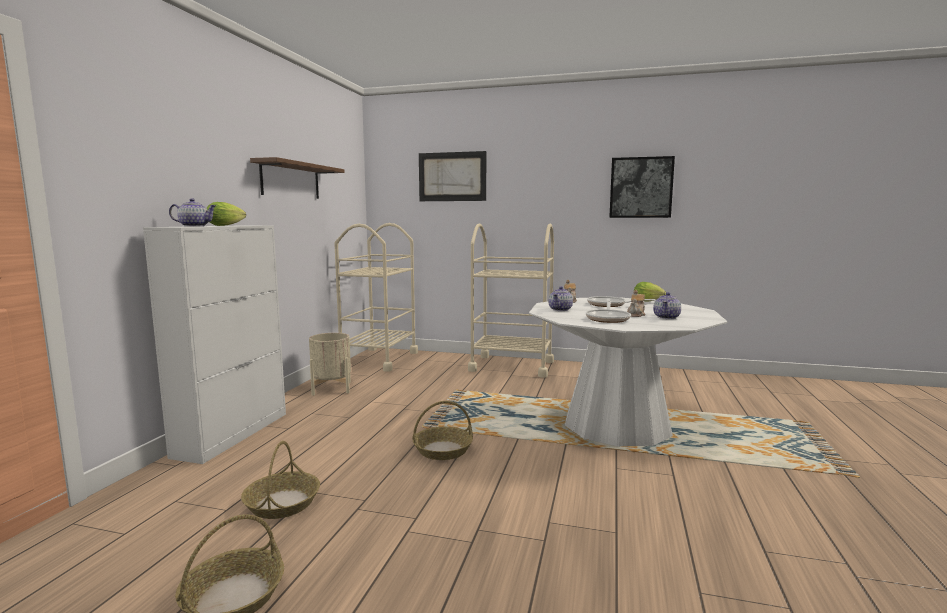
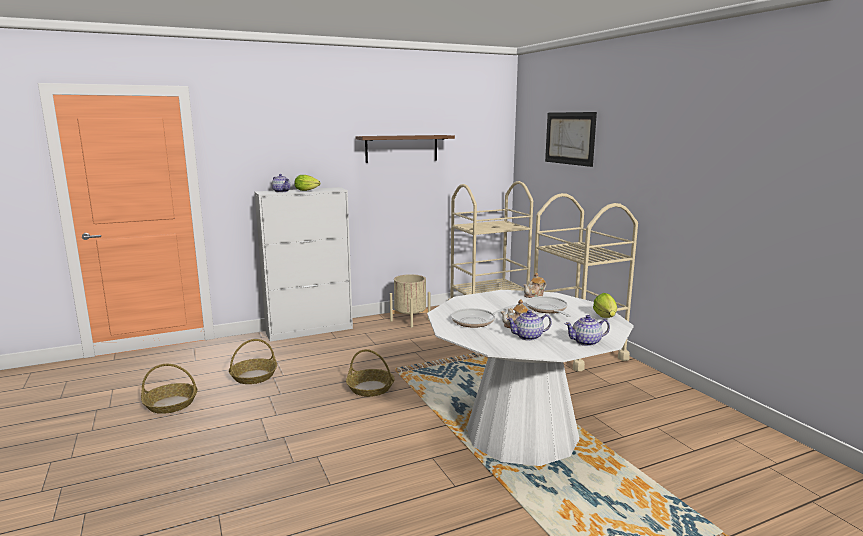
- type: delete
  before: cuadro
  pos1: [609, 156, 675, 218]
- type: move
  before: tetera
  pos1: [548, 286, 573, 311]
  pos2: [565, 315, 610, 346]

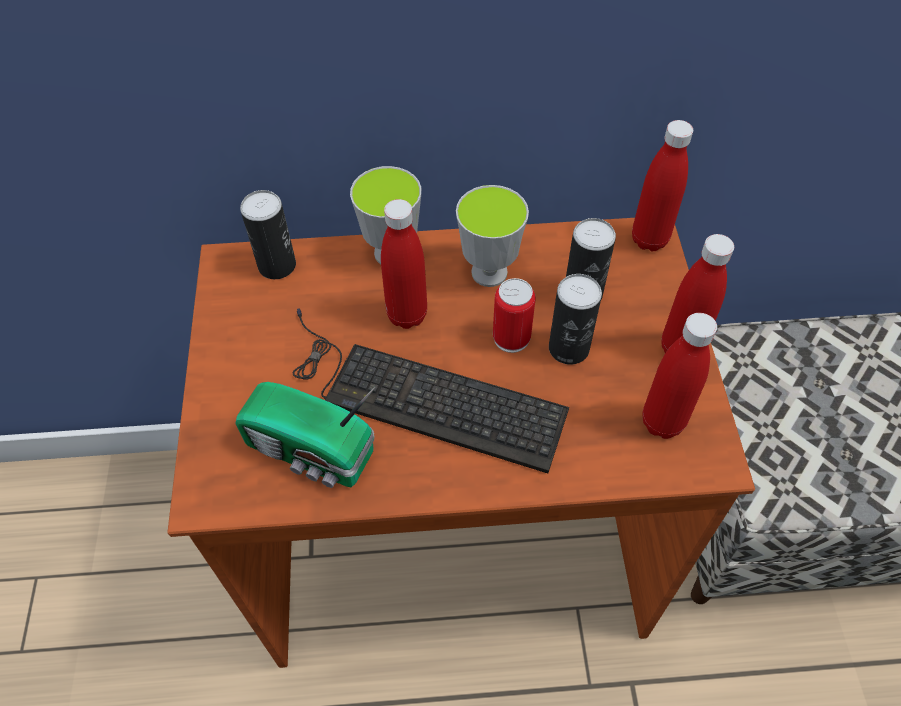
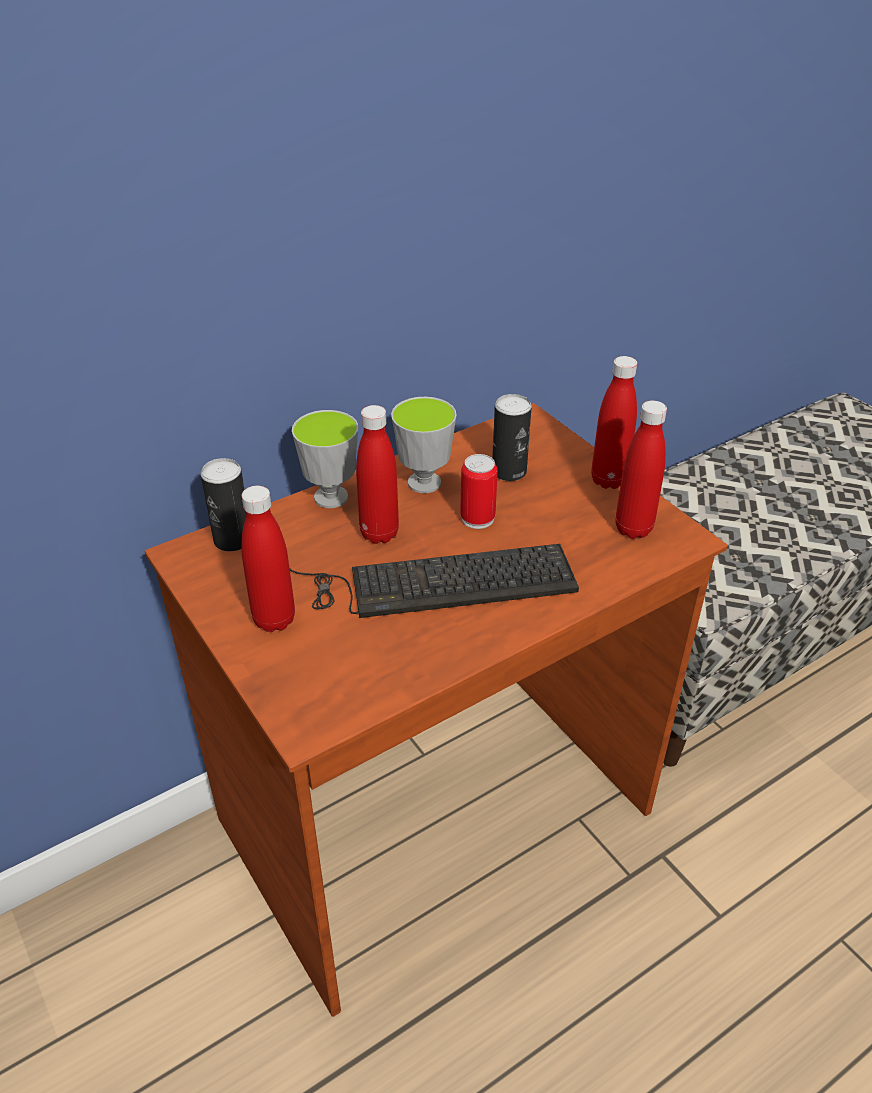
- type: delete
  before: radio
  pos1: [235, 382, 375, 488]
- type: delete
  before: lata
  pos1: [549, 274, 602, 364]
- type: move
  before: botella (rojo)
  pos1: [632, 120, 693, 251]
  pos2: [241, 486, 295, 632]

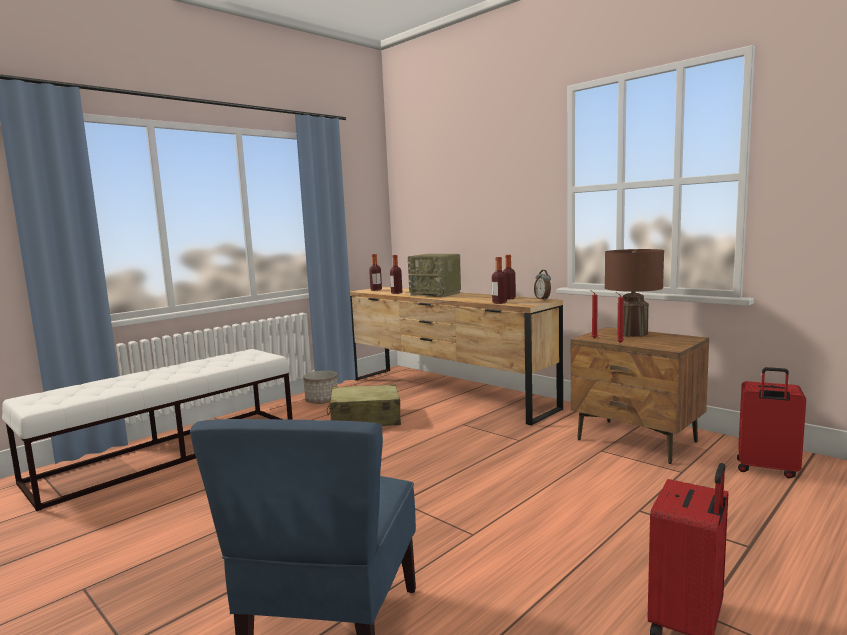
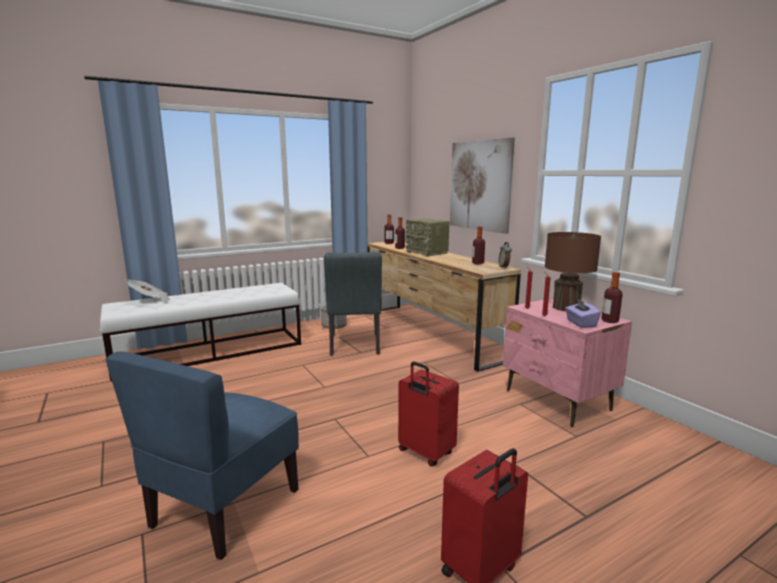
- type: insert
  after: periódico
  pos2: [125, 279, 171, 300]
- type: insert
  after: cuadro
  pos2: [450, 137, 515, 234]
- type: insert
  after: caja de pañuelos (morado)
  pos2: [565, 298, 601, 328]
- type: move
  before: botella
  pos1: [492, 257, 507, 304]
  pos2: [601, 272, 623, 323]
- type: move
  before: maleta (rojo)
  pos1: [737, 367, 806, 479]
  pos2: [398, 361, 459, 466]
- type: replace
  before: maleta (beis)
  after: silla (gris)
  pos1: [326, 384, 401, 426]
  pos2: [324, 252, 382, 356]
- type: recolor
  before: mesita de noche (marrón)
  after: mesita de noche (rosa)
  pos1: [571, 327, 709, 464]
  pos2: [503, 298, 632, 427]

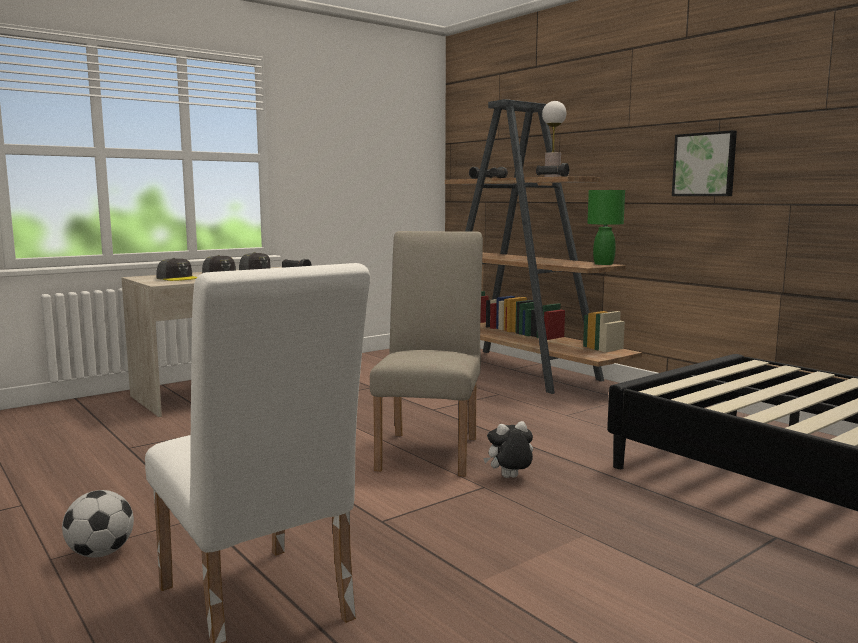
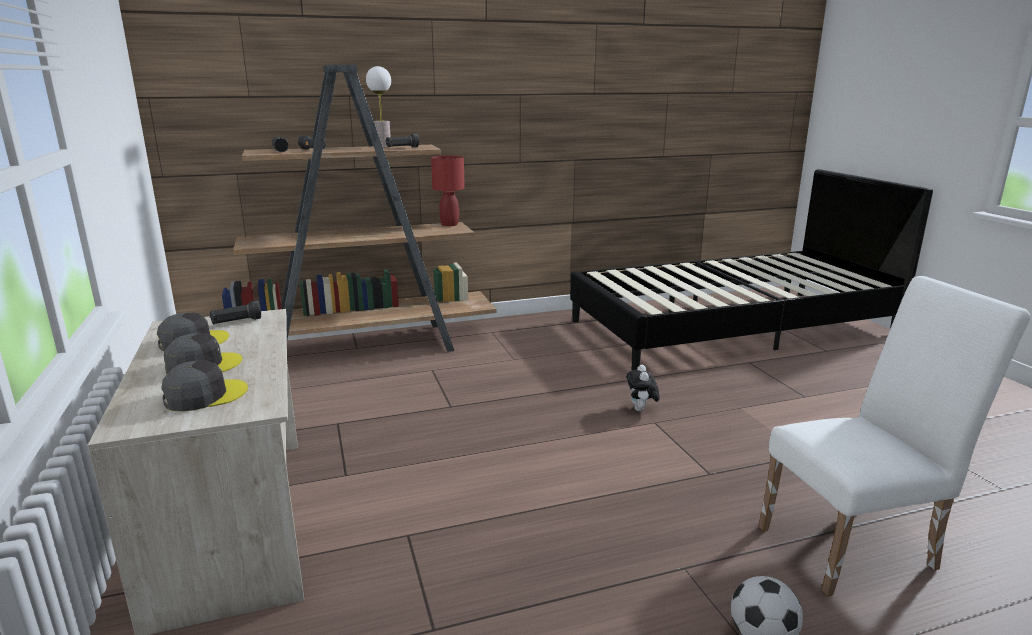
- type: delete
  before: silla (beis)
  pos1: [370, 231, 483, 477]
- type: delete
  before: cuadro
  pos1: [672, 130, 737, 196]
- type: recolor
  before: lámpara de mesa (verde)
  after: lámpara de mesa (rojo)
  pos1: [587, 190, 625, 265]
  pos2: [431, 156, 465, 226]

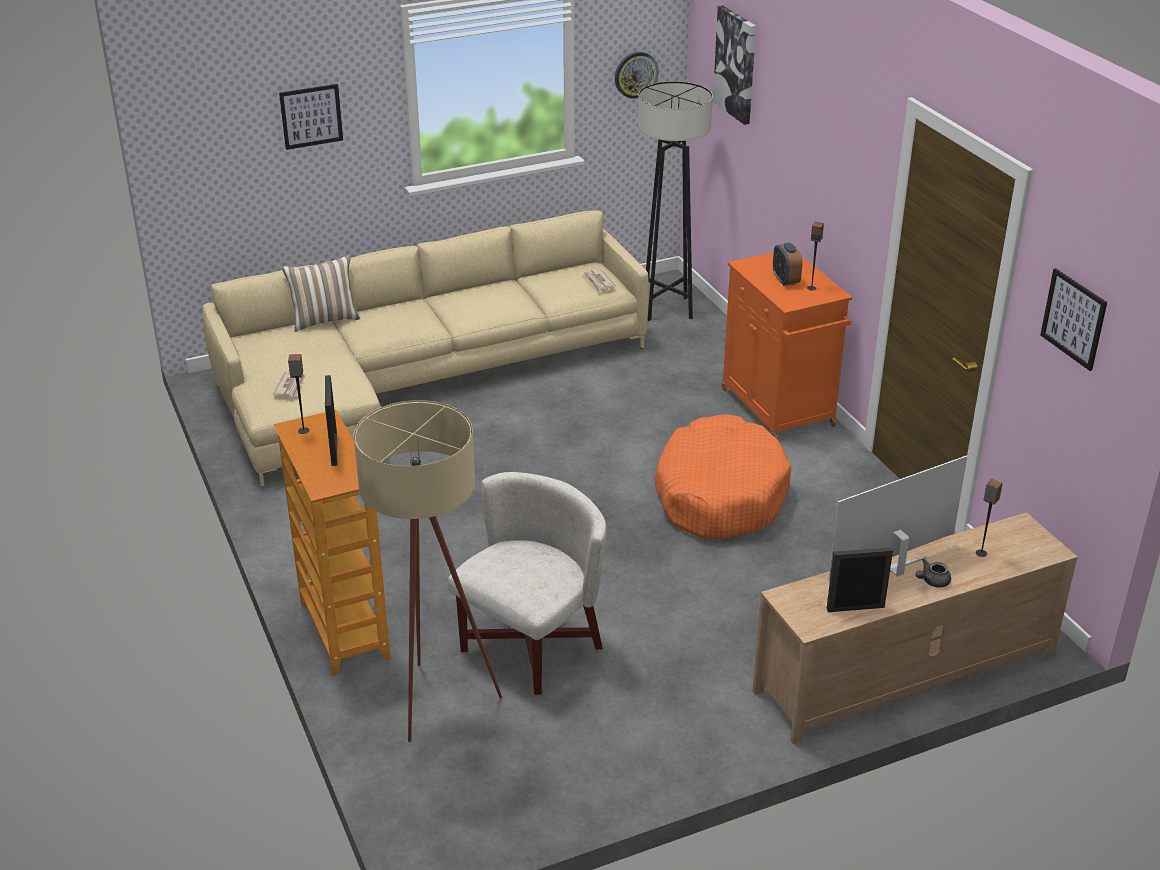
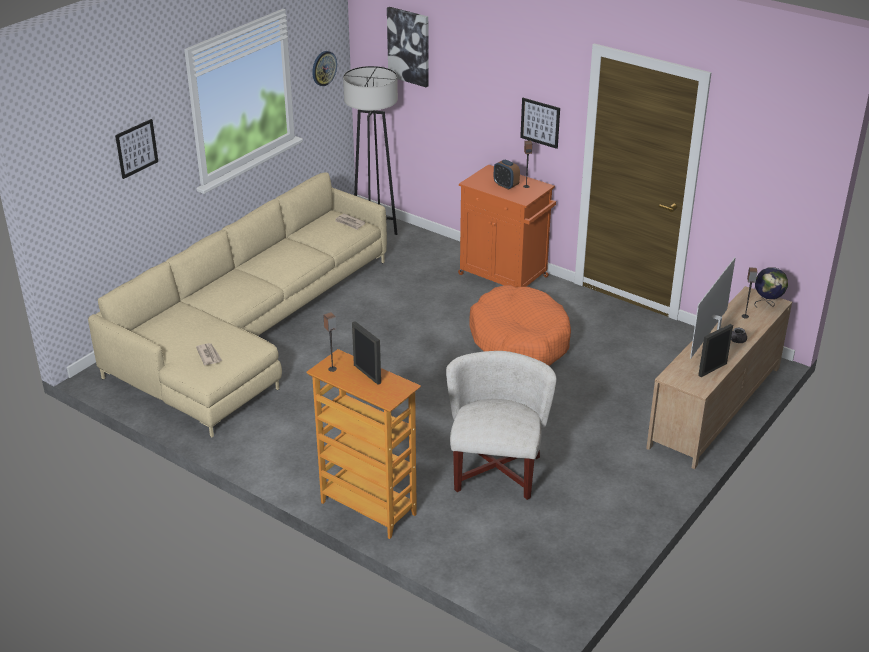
- type: delete
  before: cojín
  pos1: [282, 255, 360, 332]
- type: delete
  before: lámpara de pie (beis)
  pos1: [354, 400, 502, 742]
- type: insert
  after: globo terráqueo
  pos2: [754, 267, 788, 307]
- type: move
  before: cuadro
  pos1: [1040, 268, 1107, 371]
  pos2: [520, 98, 560, 149]

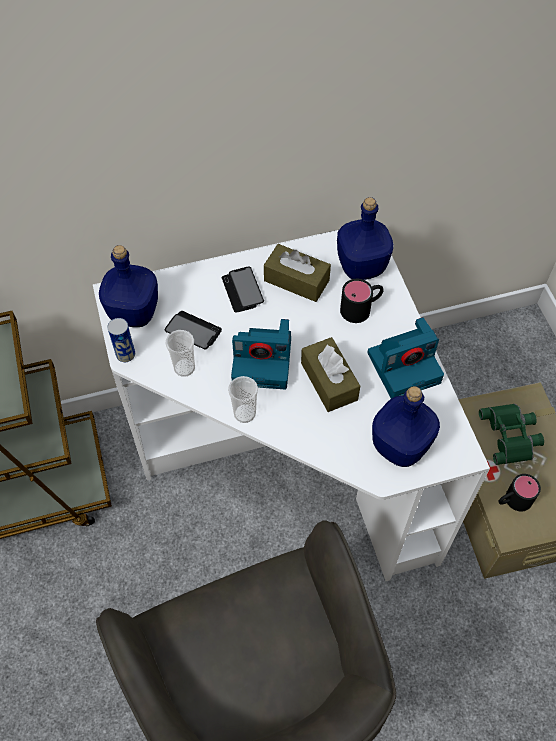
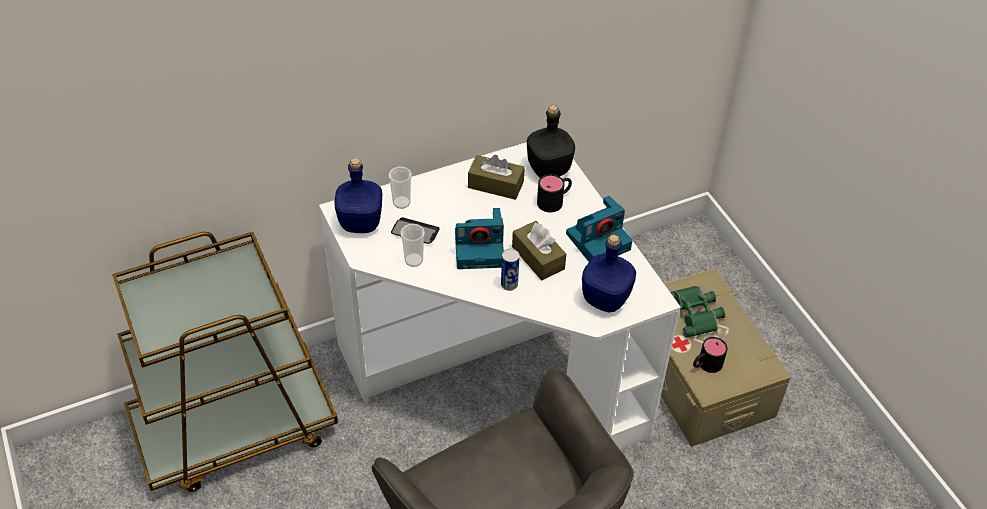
- type: delete
  before: móvil
  pos1: [222, 267, 264, 313]
- type: move
  before: lata
  pos1: [107, 318, 135, 362]
  pos2: [501, 249, 520, 291]
- type: move
  before: taza
  pos1: [228, 376, 258, 423]
  pos2: [389, 167, 412, 209]
- type: recolor
  before: botella (azul)
  after: botella (negro)
  pos1: [337, 197, 393, 280]
  pos2: [527, 105, 575, 178]

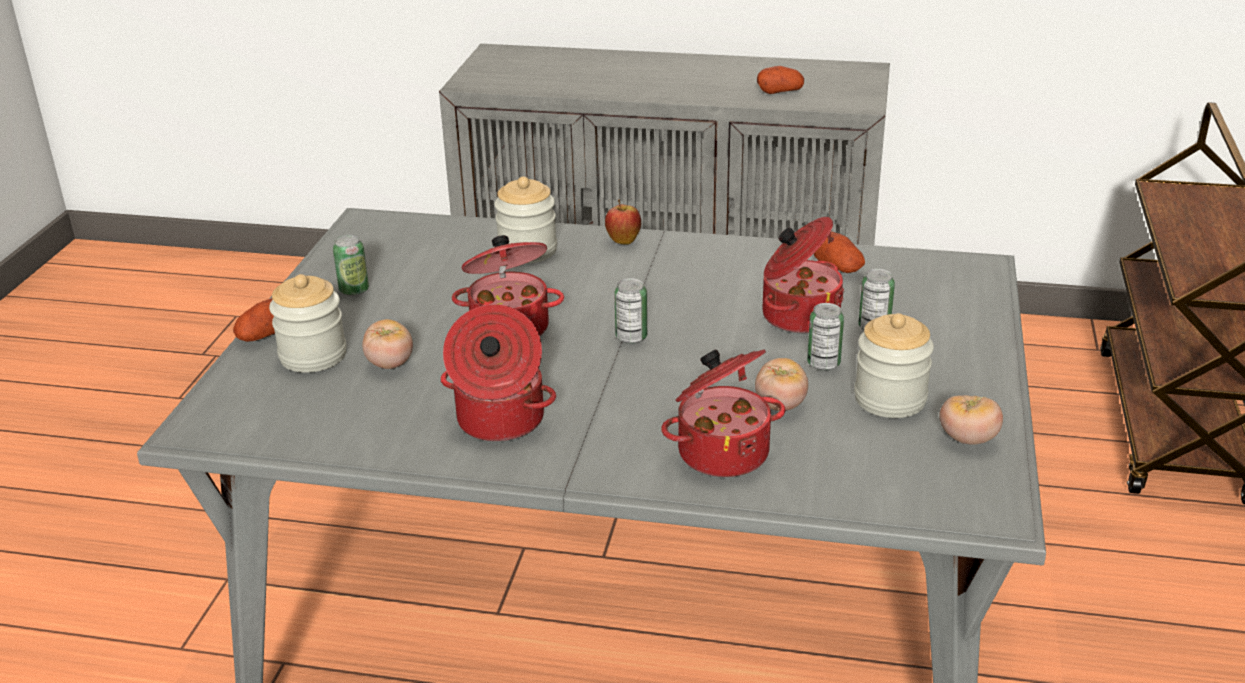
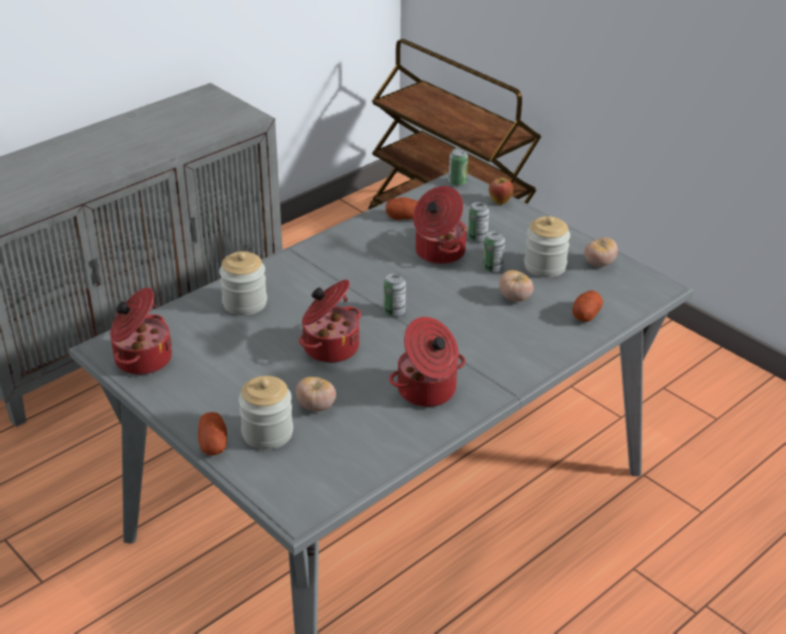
- type: move
  before: lata
  pos1: [333, 235, 369, 296]
  pos2: [449, 148, 468, 186]
- type: move
  before: manzana
  pos1: [605, 199, 641, 245]
  pos2: [489, 176, 514, 204]
- type: move
  before: olla
  pos1: [661, 349, 785, 477]
  pos2: [110, 288, 172, 375]
- type: move
  before: patata
  pos1: [757, 66, 804, 94]
  pos2: [572, 290, 603, 322]

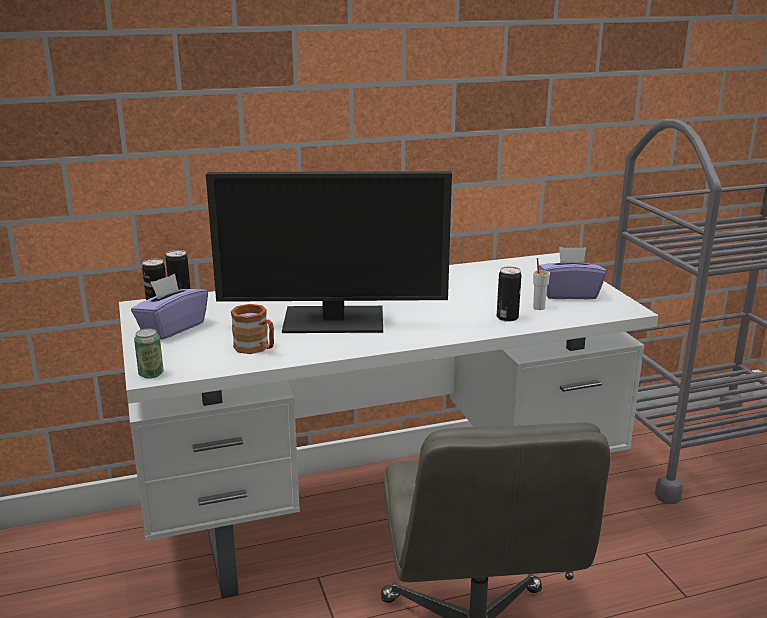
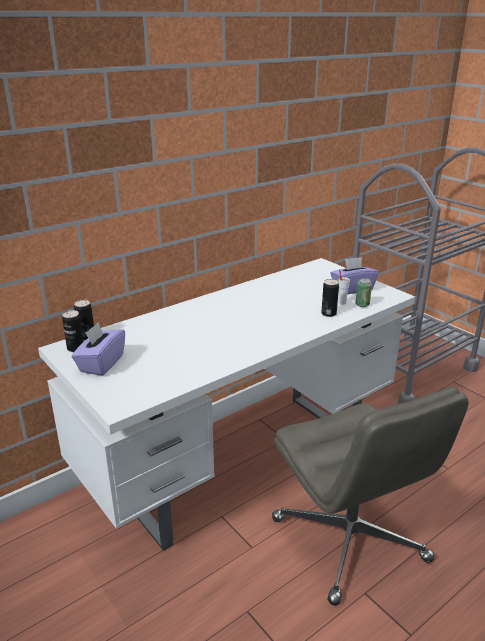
- type: delete
  before: monitor
  pos1: [206, 171, 452, 333]
- type: delete
  before: taza grande (marrón)
  pos1: [231, 304, 274, 354]
- type: move
  before: lata
  pos1: [134, 328, 164, 379]
  pos2: [356, 278, 372, 307]

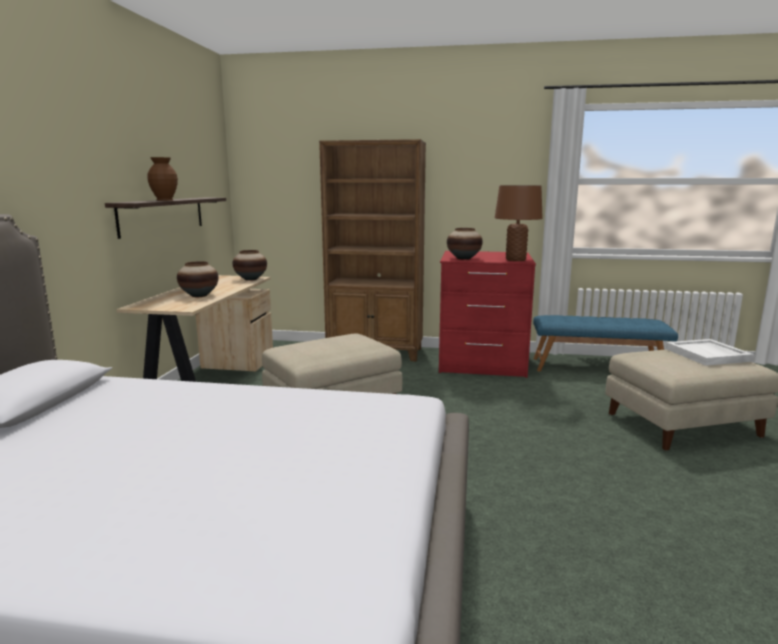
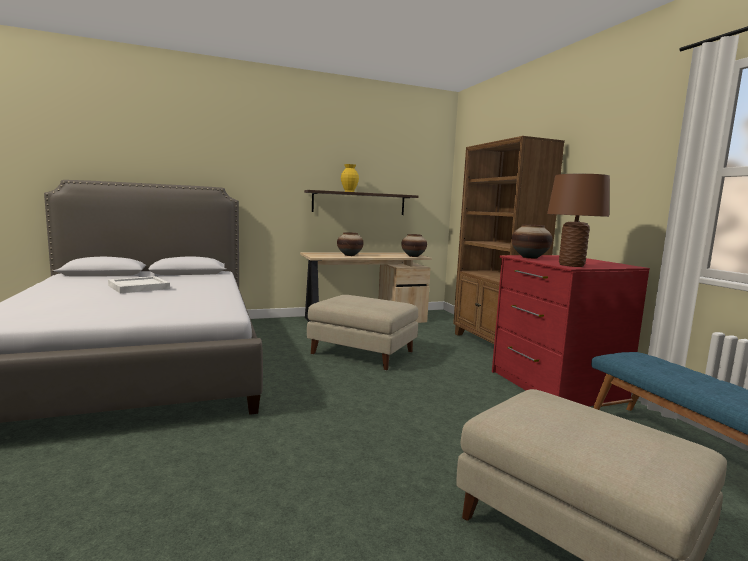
- type: move
  before: bandeja (blanco)
  pos1: [666, 339, 754, 366]
  pos2: [108, 276, 170, 293]
- type: recolor
  before: florero (marrón)
  after: florero (amarillo)
  pos1: [147, 157, 178, 201]
  pos2: [341, 164, 359, 192]

